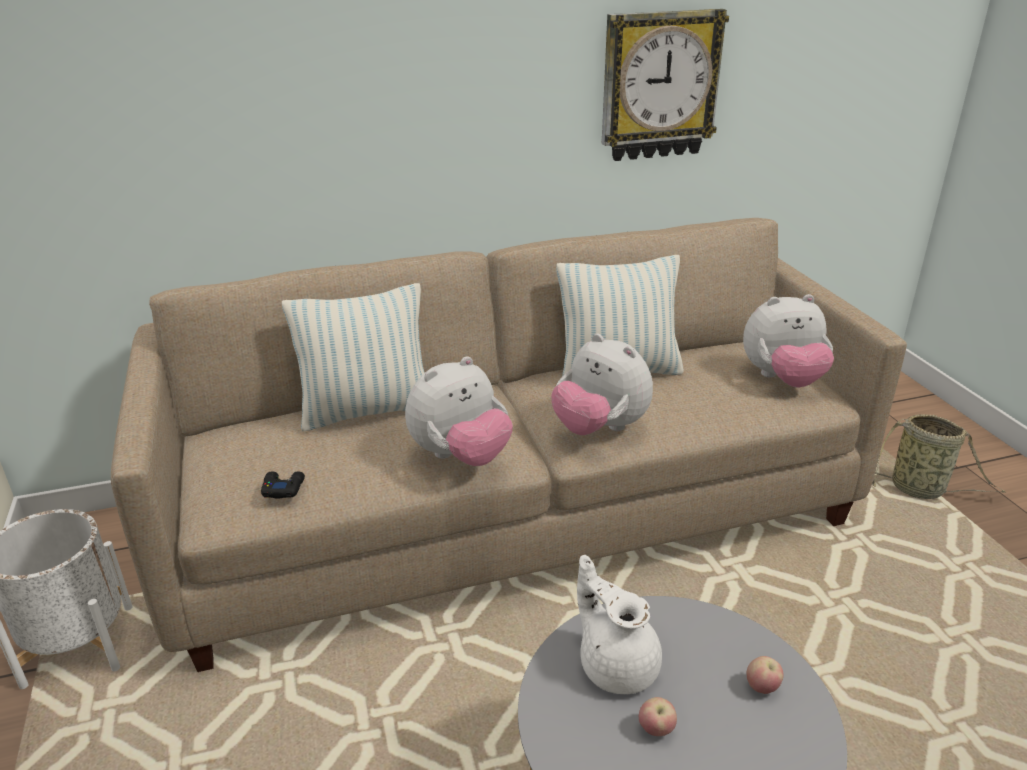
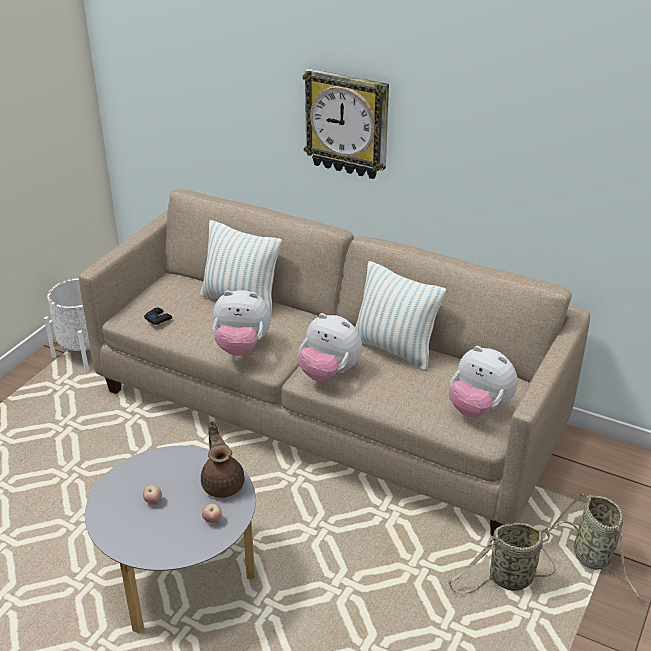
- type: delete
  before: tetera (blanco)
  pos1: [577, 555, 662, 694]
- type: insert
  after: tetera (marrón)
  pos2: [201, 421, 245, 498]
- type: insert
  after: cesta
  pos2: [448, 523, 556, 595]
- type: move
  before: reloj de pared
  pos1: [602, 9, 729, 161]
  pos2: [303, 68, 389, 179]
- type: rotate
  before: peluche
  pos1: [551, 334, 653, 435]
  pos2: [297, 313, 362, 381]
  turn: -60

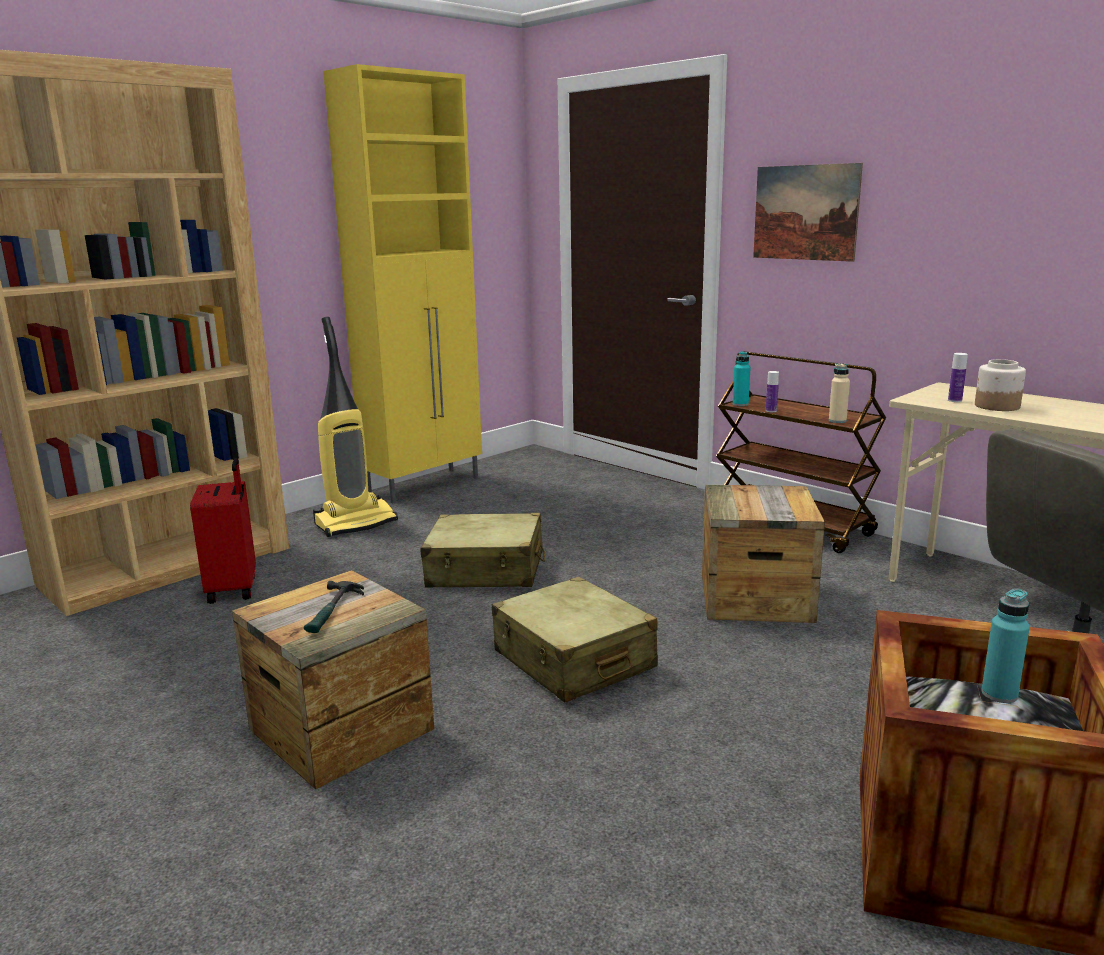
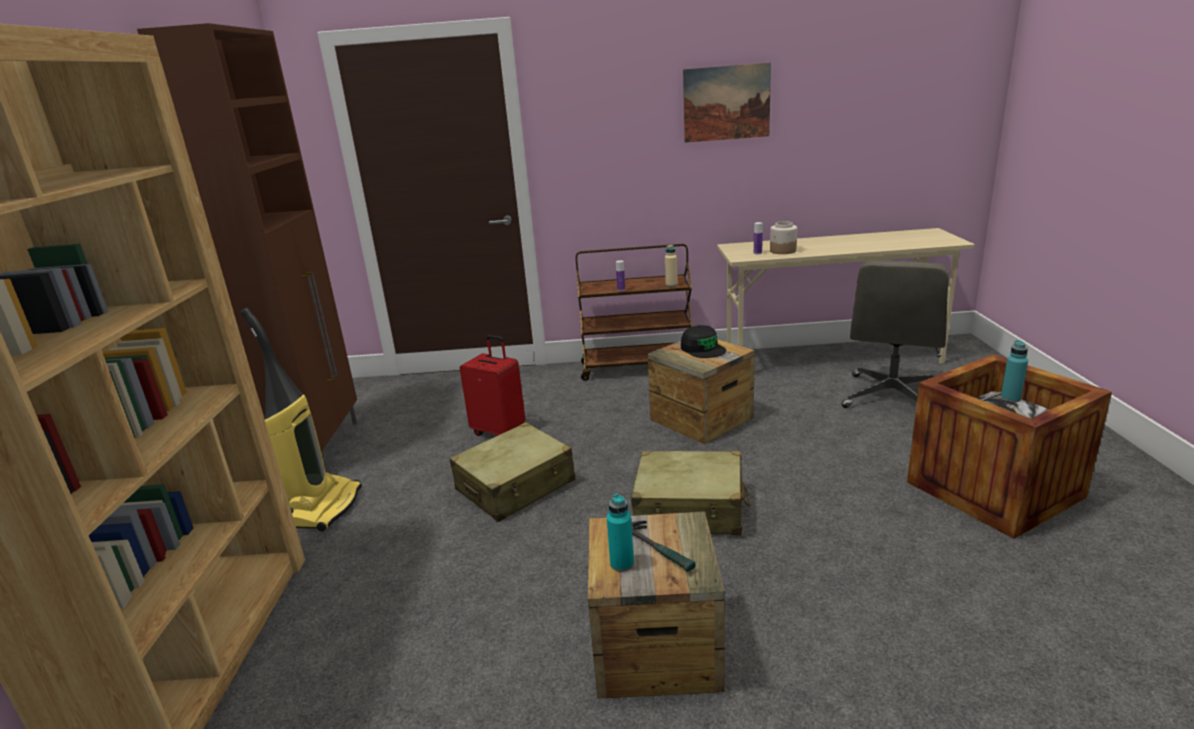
- type: insert
  after: gorra (negro)
  pos2: [681, 325, 726, 358]
- type: move
  before: maleta (rojo)
  pos1: [190, 458, 256, 604]
  pos2: [460, 335, 525, 436]
- type: move
  before: botella (turquesa)
  pos1: [733, 351, 751, 406]
  pos2: [607, 493, 634, 572]
- type: move
  before: cuadro
  pos1: [753, 163, 863, 262]
  pos2: [683, 63, 771, 143]
- type: recolor
  before: armario (amarillo)
  after: armario (marrón)
  pos1: [323, 64, 482, 503]
  pos2: [137, 23, 357, 452]

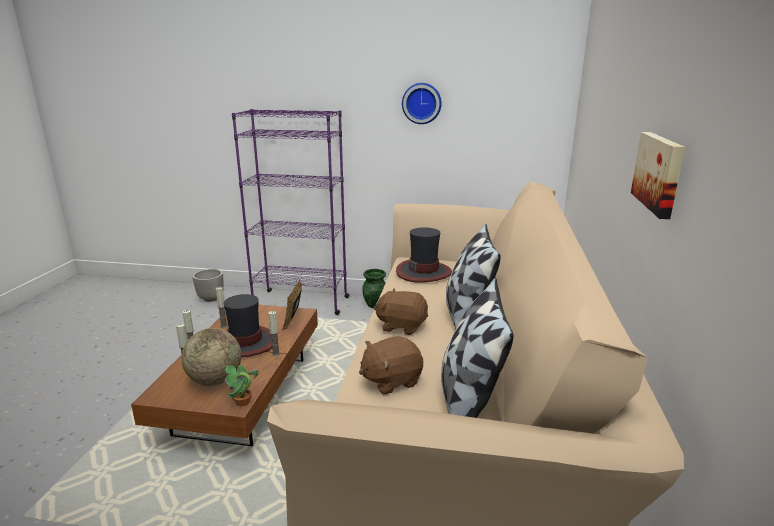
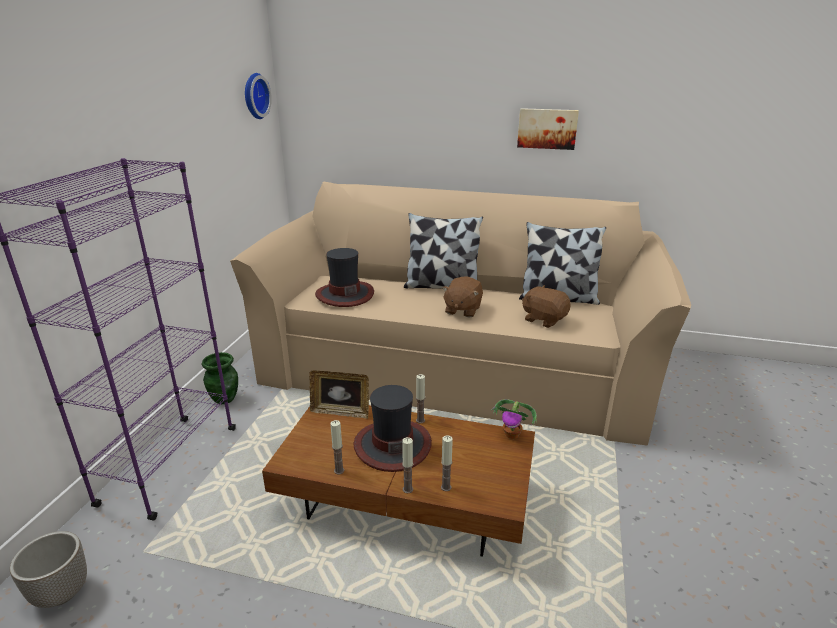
- type: delete
  before: globo terráqueo
  pos1: [182, 328, 241, 386]
- type: move
  before: reloj de pared
  pos1: [402, 83, 442, 124]
  pos2: [245, 73, 272, 119]
- type: rotate
  before: peluche (marrón)
  pos1: [359, 336, 423, 395]
  pos2: [522, 285, 571, 328]
  turn: 150

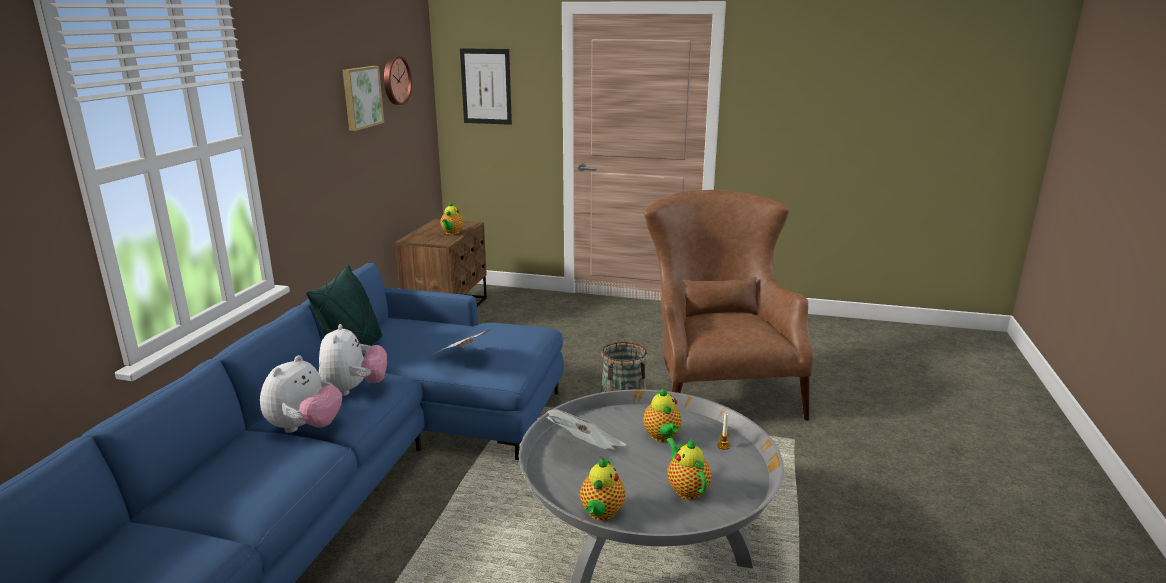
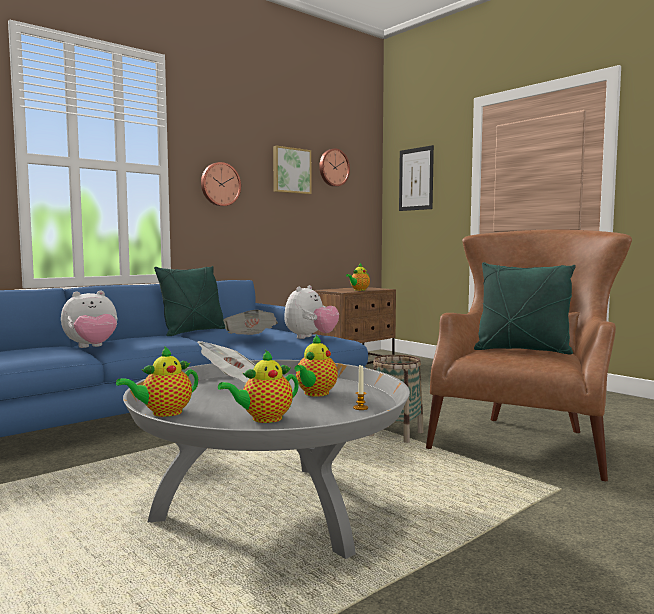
- type: insert
  after: reloj de pared
  pos2: [201, 162, 241, 206]
- type: insert
  after: cojín (verde)
  pos2: [474, 262, 576, 354]
- type: move
  before: peluche
  pos1: [319, 324, 387, 396]
  pos2: [284, 285, 339, 339]
- type: rotate
  before: tetera
  pos1: [666, 438, 712, 500]
  pos2: [218, 350, 299, 423]
  turn: -135

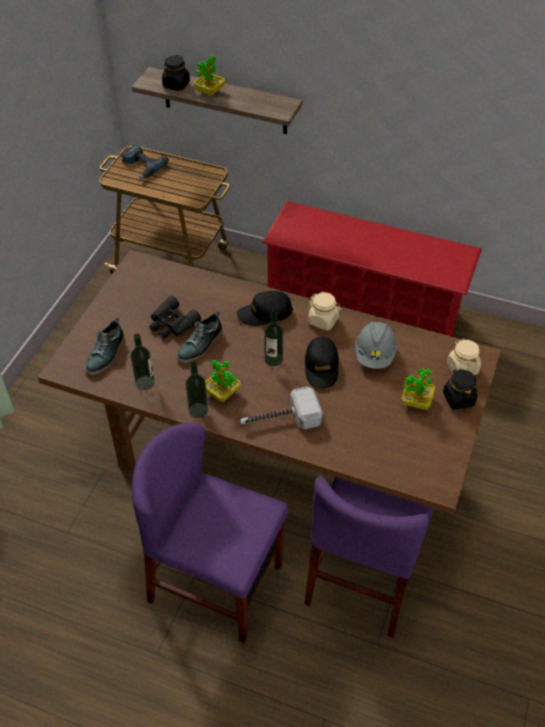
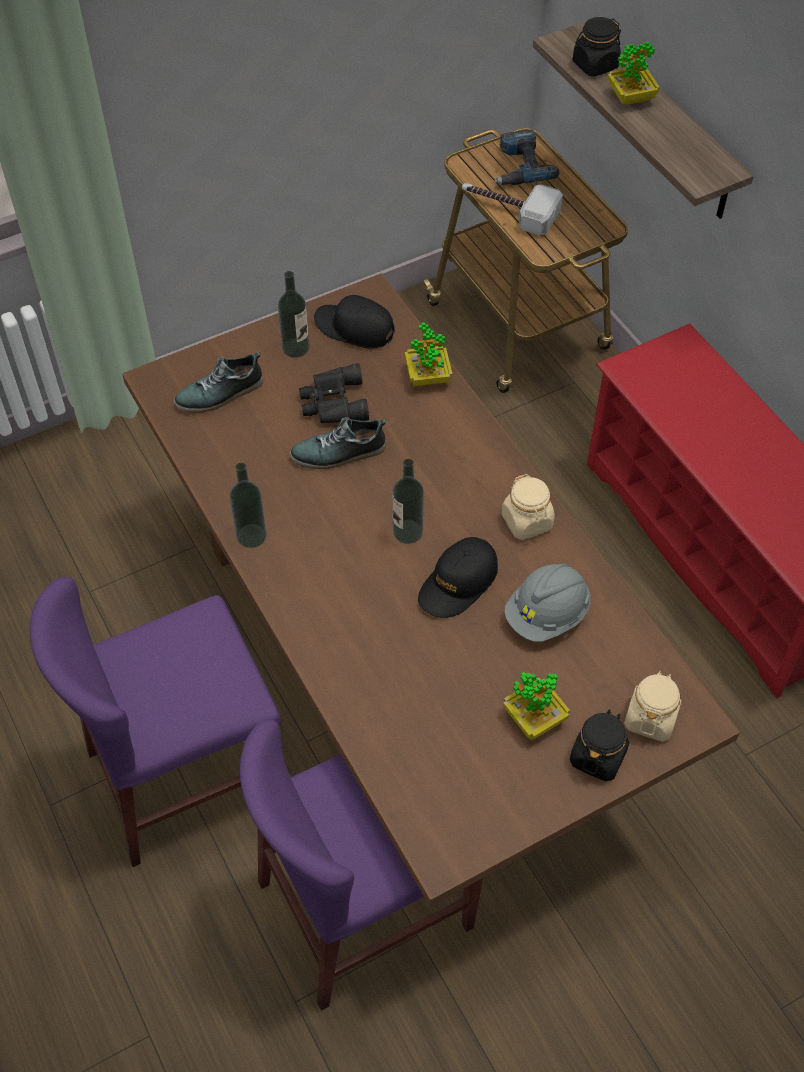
- type: move
  before: botella
  pos1: [131, 333, 155, 390]
  pos2: [278, 271, 309, 358]
- type: move
  before: planta en maceta
  pos1: [205, 360, 241, 403]
  pos2: [405, 323, 452, 386]
- type: move
  before: gorra (negro)
  pos1: [237, 291, 293, 326]
  pos2: [314, 295, 395, 349]
- type: move
  before: martillo
  pos1: [240, 386, 323, 429]
  pos2: [462, 183, 563, 235]
- type: rotate
  before: silla (morado)
  pos1: [132, 423, 288, 643]
  pos2: [29, 577, 281, 867]
  turn: -90

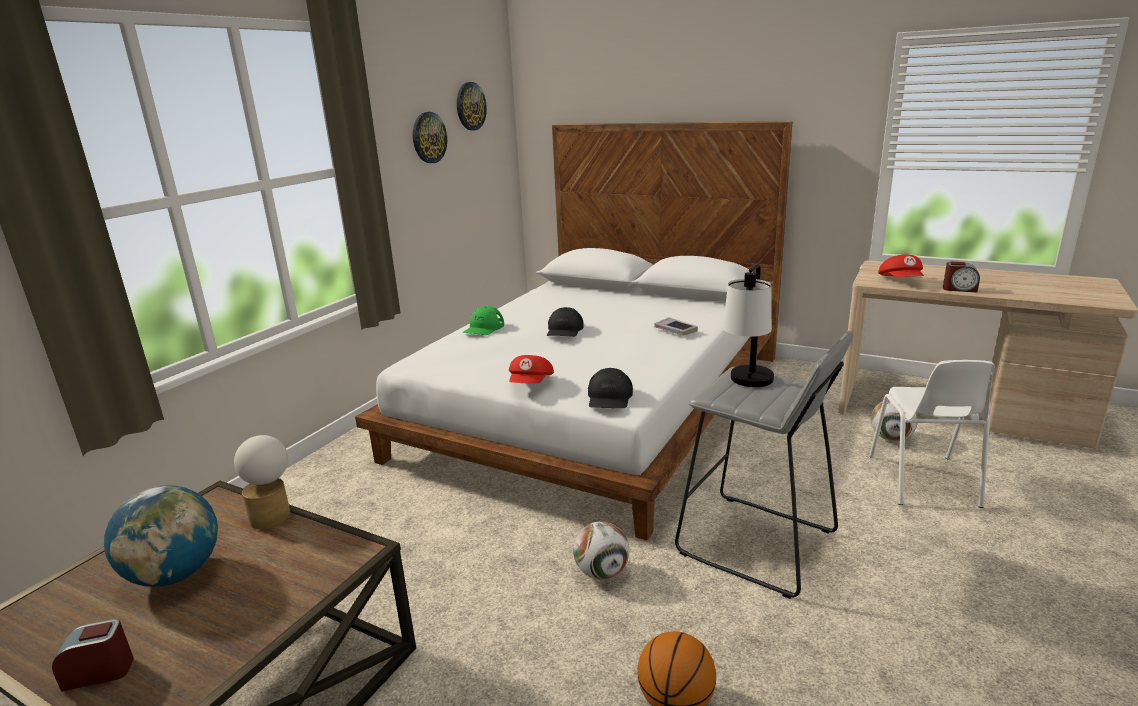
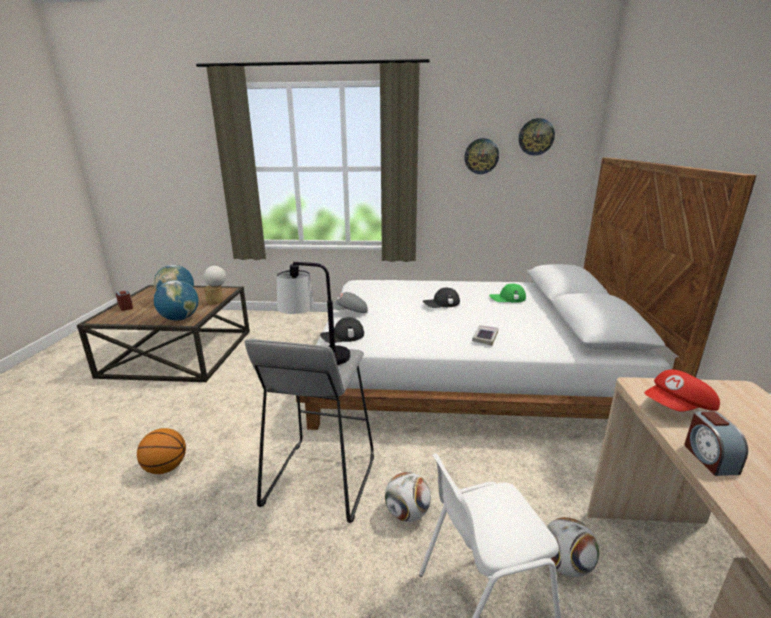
- type: insert
  after: globo terráqueo
  pos2: [154, 280, 199, 321]
- type: move
  before: gorra (verde)
  pos1: [463, 306, 504, 335]
  pos2: [489, 284, 526, 303]
- type: move
  before: balón de fútbol
  pos1: [573, 521, 629, 580]
  pos2: [385, 472, 431, 522]
- type: recolor
  before: gorra (rojo)
  after: gorra (gris)
  pos1: [509, 355, 554, 384]
  pos2: [333, 292, 368, 313]

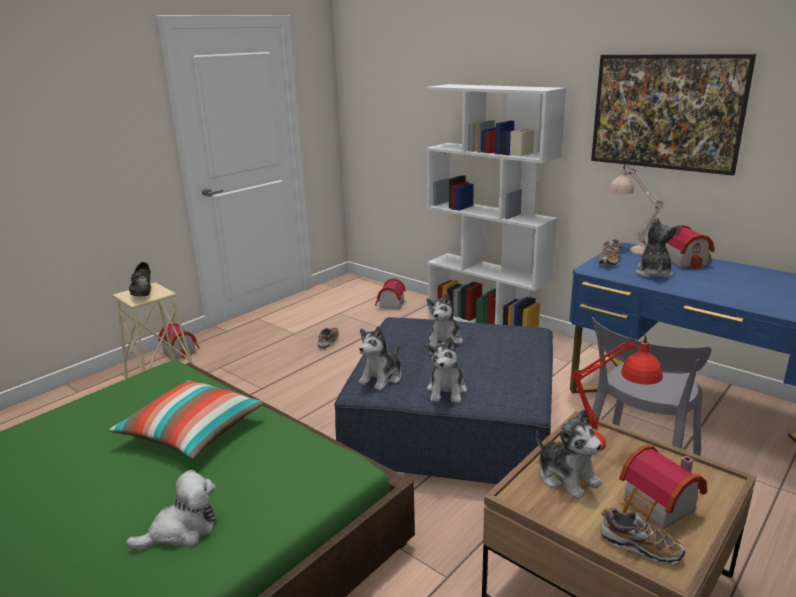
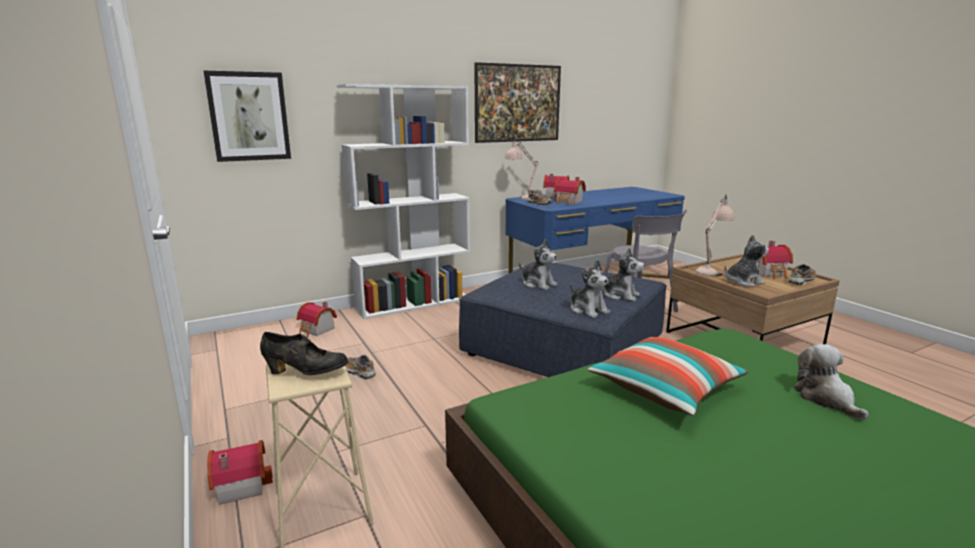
- type: insert
  after: cuadro
  pos2: [204, 71, 291, 162]
- type: replace
  before: peluche
  after: casita
  pos1: [636, 217, 679, 278]
  pos2: [554, 177, 586, 205]
- type: recolor
  before: lámpara de mesa (rojo)
  after: lámpara de mesa (beis)
  pos1: [572, 334, 663, 457]
  pos2: [695, 195, 735, 276]

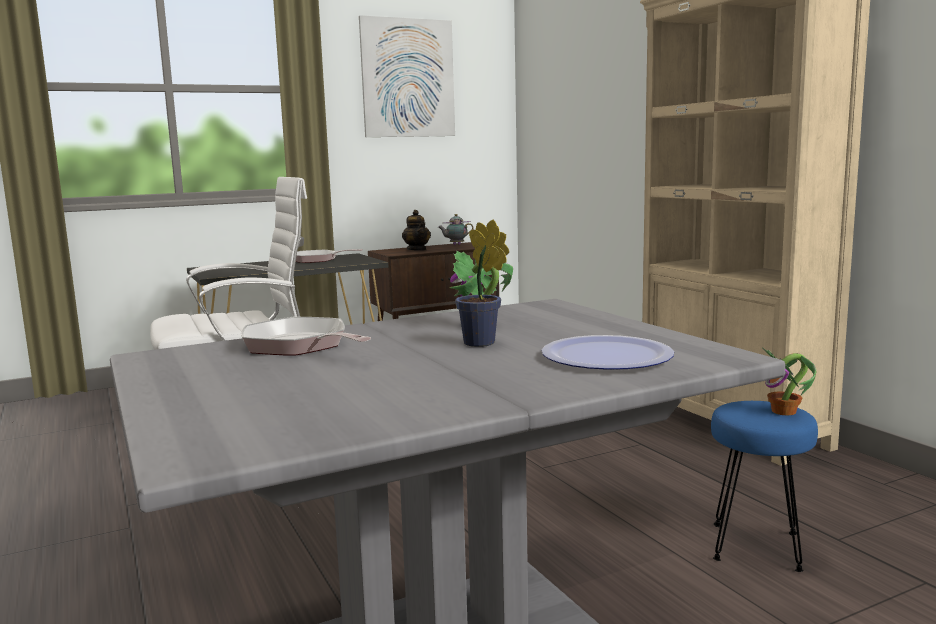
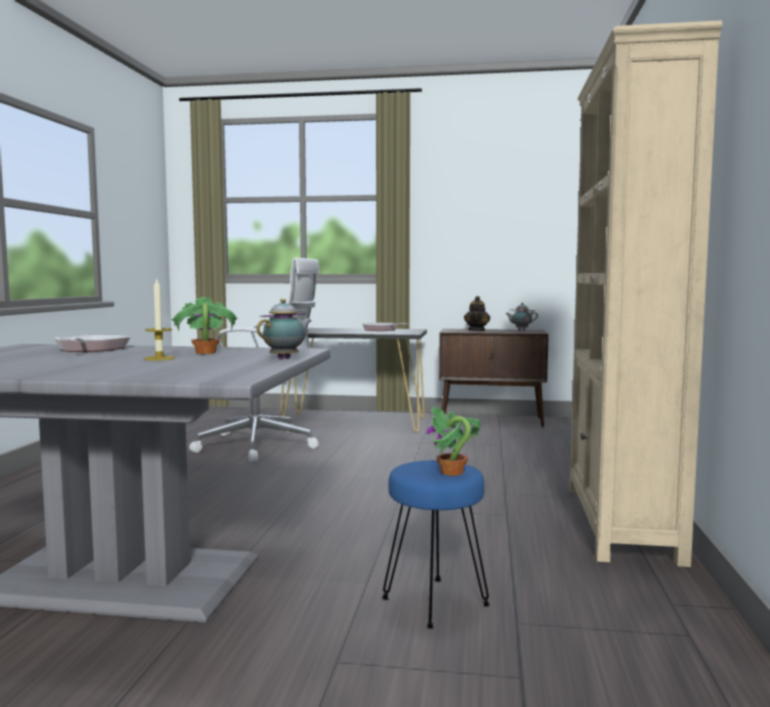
- type: delete
  before: cuadro
  pos1: [359, 15, 455, 137]
- type: delete
  before: plato
  pos1: [541, 335, 674, 370]
- type: insert
  after: tetera
  pos2: [257, 299, 311, 360]
- type: replace
  before: planta en maceta
  after: vela
  pos1: [455, 220, 509, 347]
  pos2: [144, 277, 175, 360]

